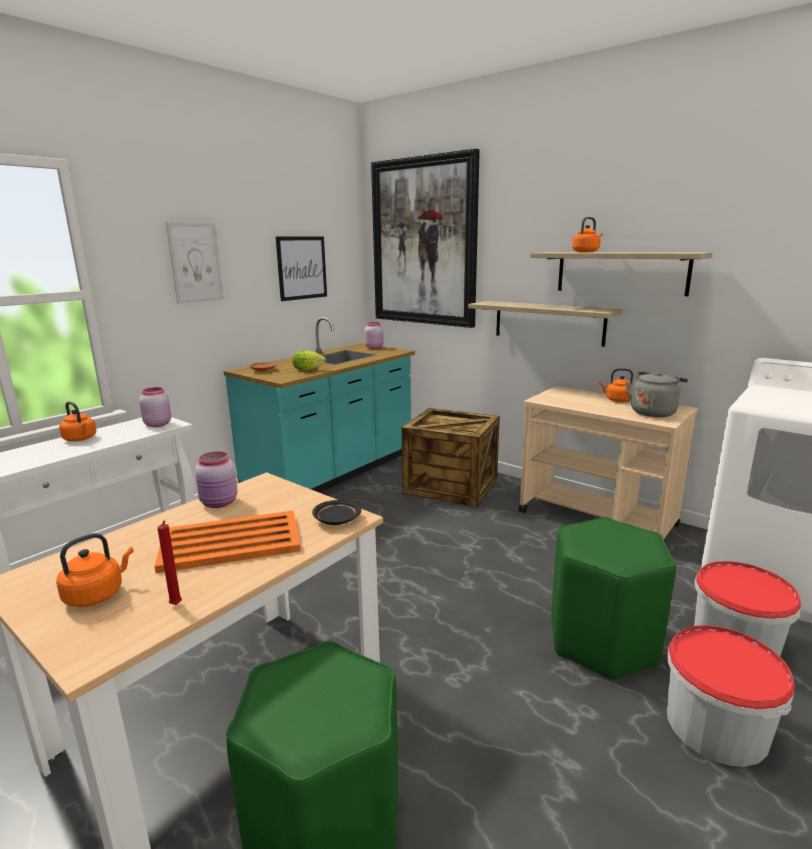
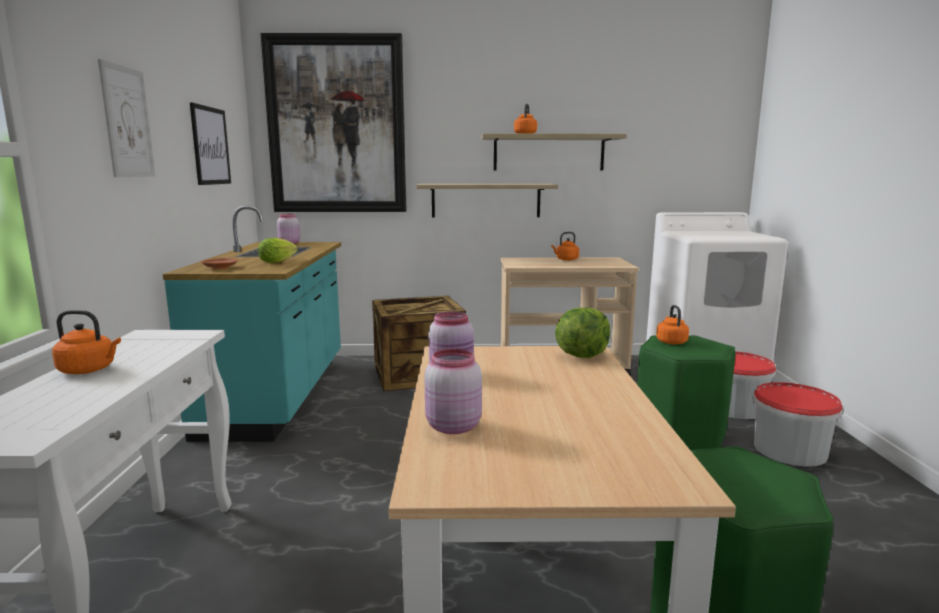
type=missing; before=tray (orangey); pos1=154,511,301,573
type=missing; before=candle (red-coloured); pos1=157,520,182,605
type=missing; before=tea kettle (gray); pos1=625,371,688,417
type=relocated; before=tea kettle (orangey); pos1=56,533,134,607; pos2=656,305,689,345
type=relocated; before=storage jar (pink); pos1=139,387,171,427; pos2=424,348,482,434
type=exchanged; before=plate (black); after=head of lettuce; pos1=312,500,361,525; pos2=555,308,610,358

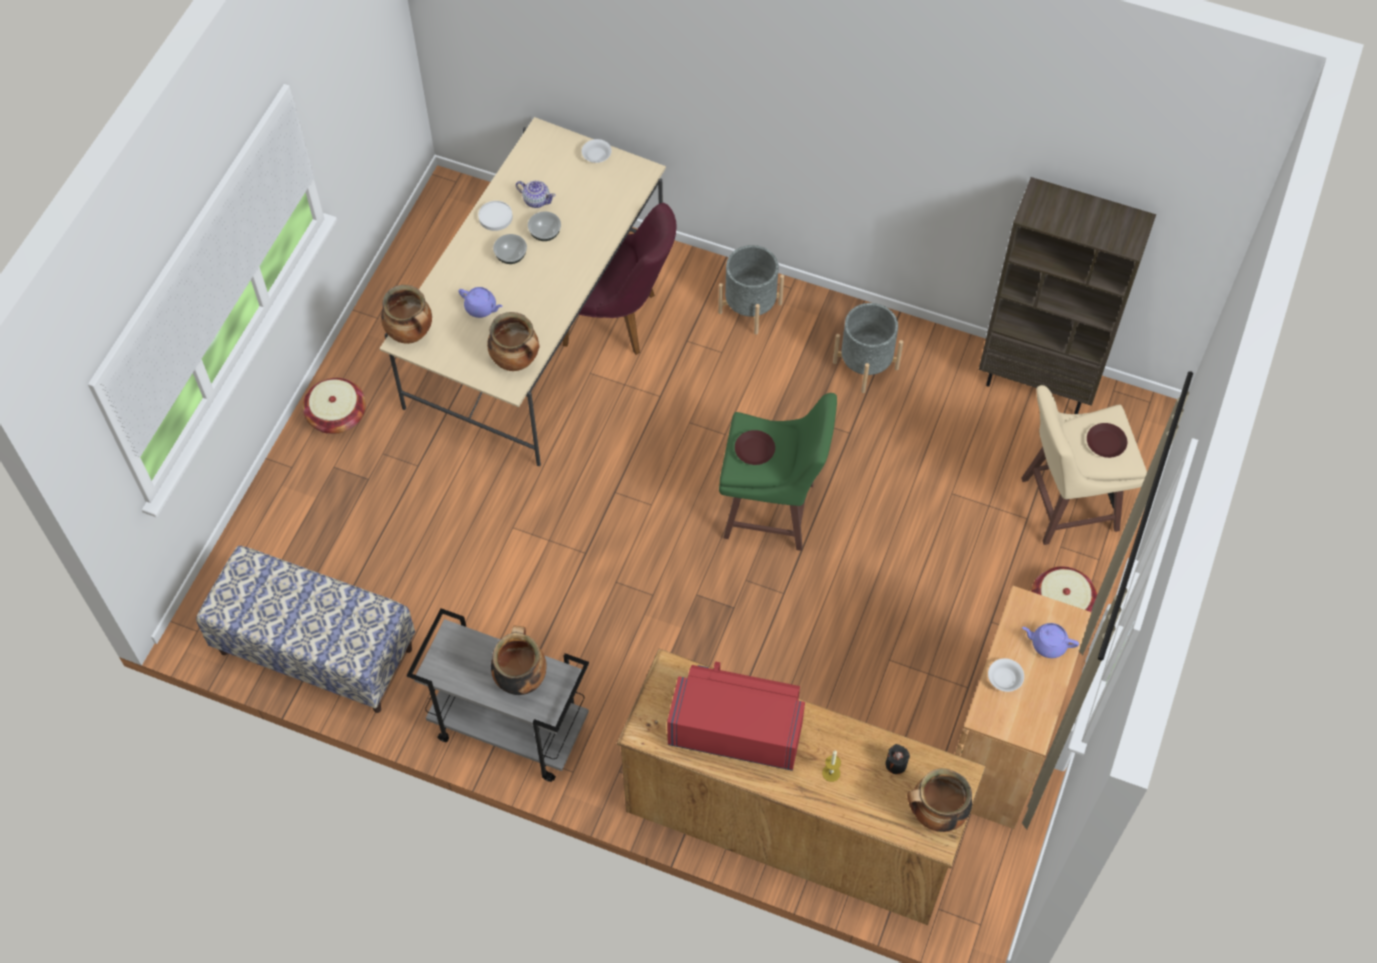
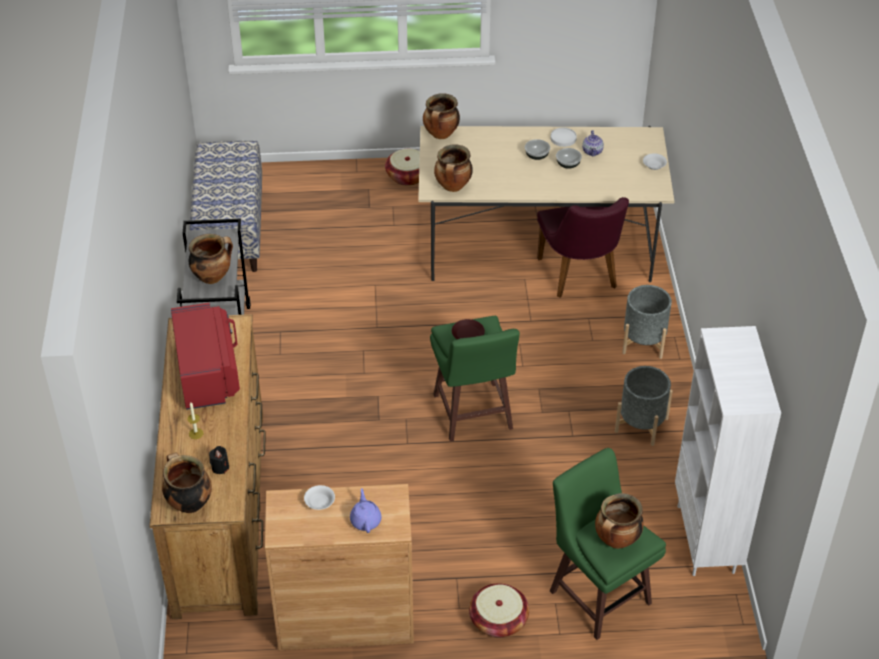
type=missing; before=teapot (purplish); pos1=458,287,503,318
type=exchanged; before=plate (brown); after=saucepot; pos1=1087,423,1127,458; pos2=595,493,644,549
type=colour; before=bookshelf (brown); after=bookshelf (white); pos1=979,177,1156,414; pos2=675,326,781,576
type=colour; before=stool seat (beige-coloured); after=stool seat (green); pos1=1021,385,1147,545; pos2=550,448,666,640

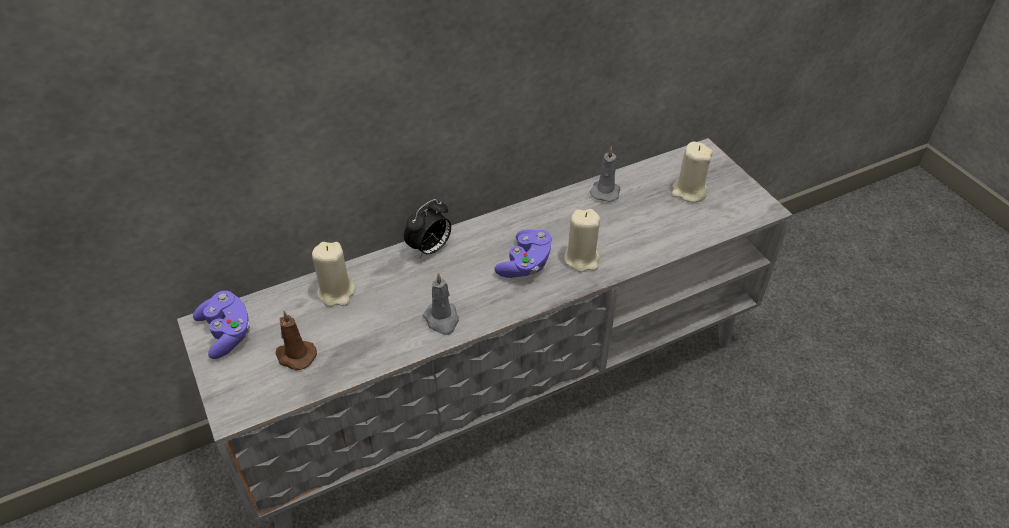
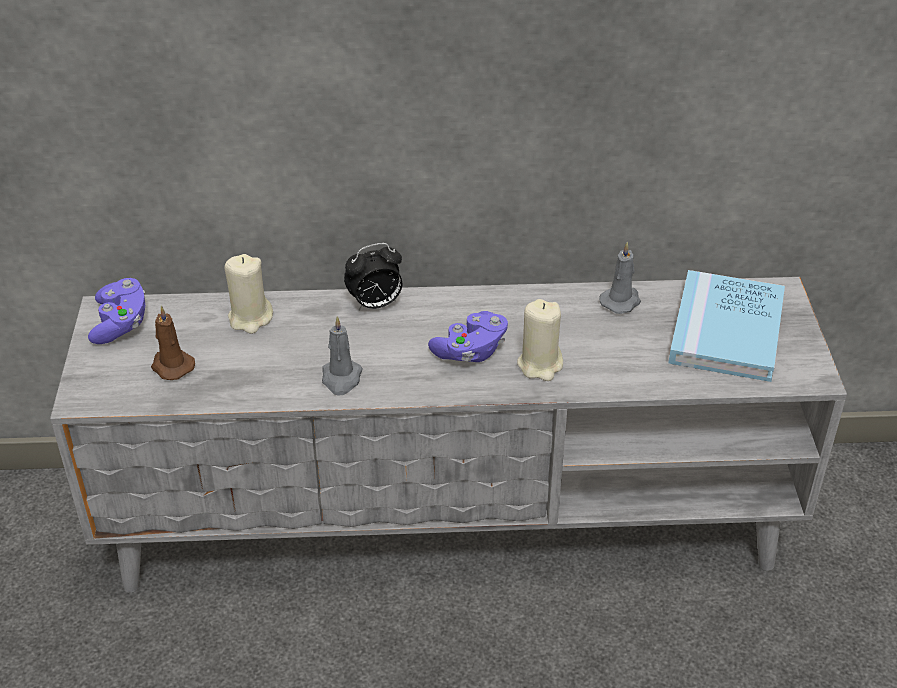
type=exchanged; before=candle (beige-coloured); after=book (blue); pos1=672,142,713,202; pos2=669,270,785,382

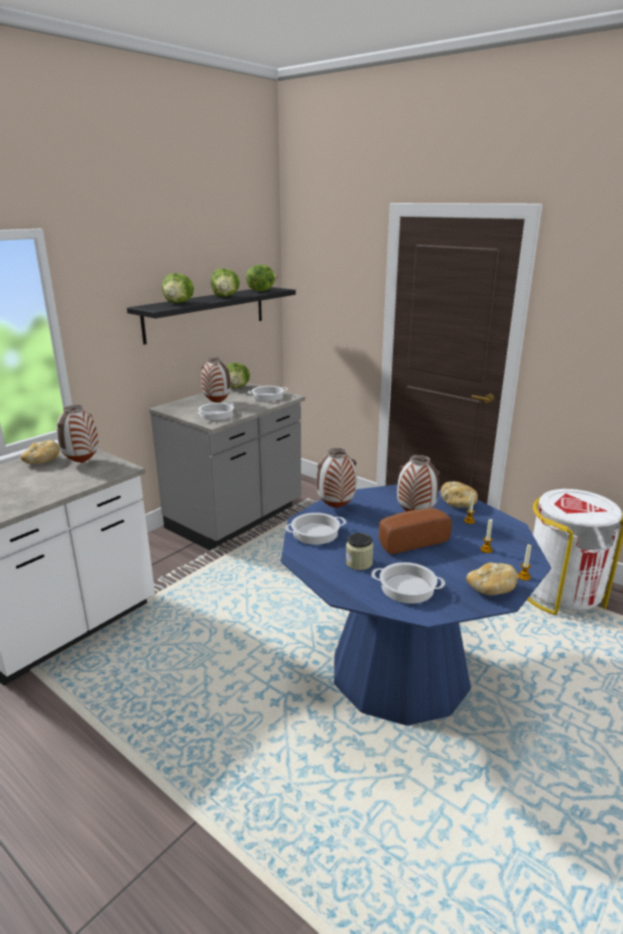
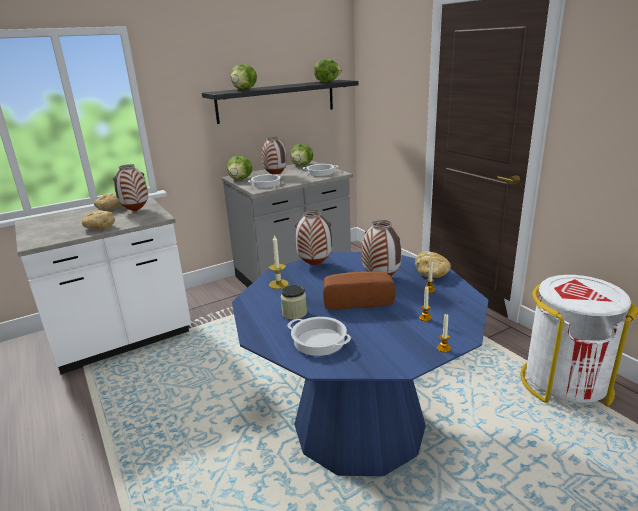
type=relocated; before=head of lettuce; pos1=211,268,240,297; pos2=227,156,252,180
type=relocated; before=bakery bread; pos1=466,563,518,595; pos2=82,210,115,229
type=exchanged; before=saucepot; after=candle; pos1=285,513,346,545; pos2=269,234,289,289

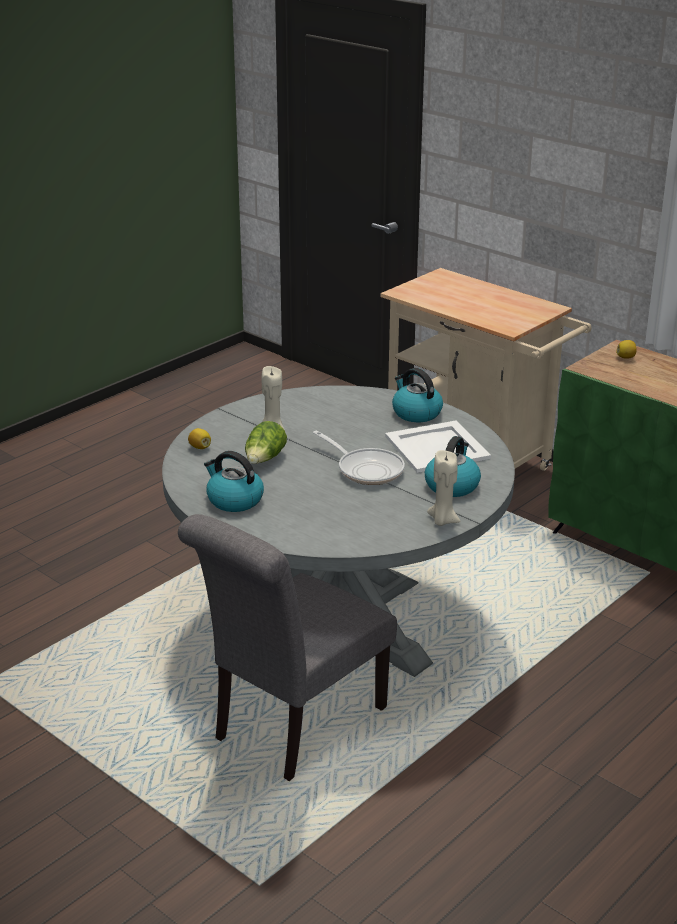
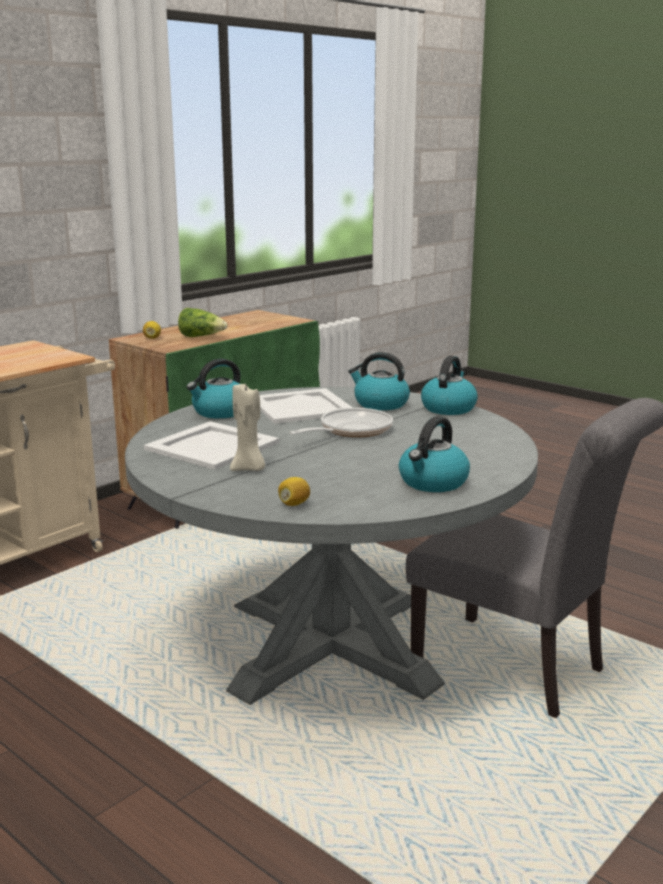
type=appeared; after=tray (white); pos2=144,421,279,470
type=relocated; before=head of lettuce; pos1=245,421,287,464; pos2=178,308,227,337
type=exchanged; before=candle (beige-coloured); after=tea kettle; pos1=427,450,461,526; pos2=421,356,478,415

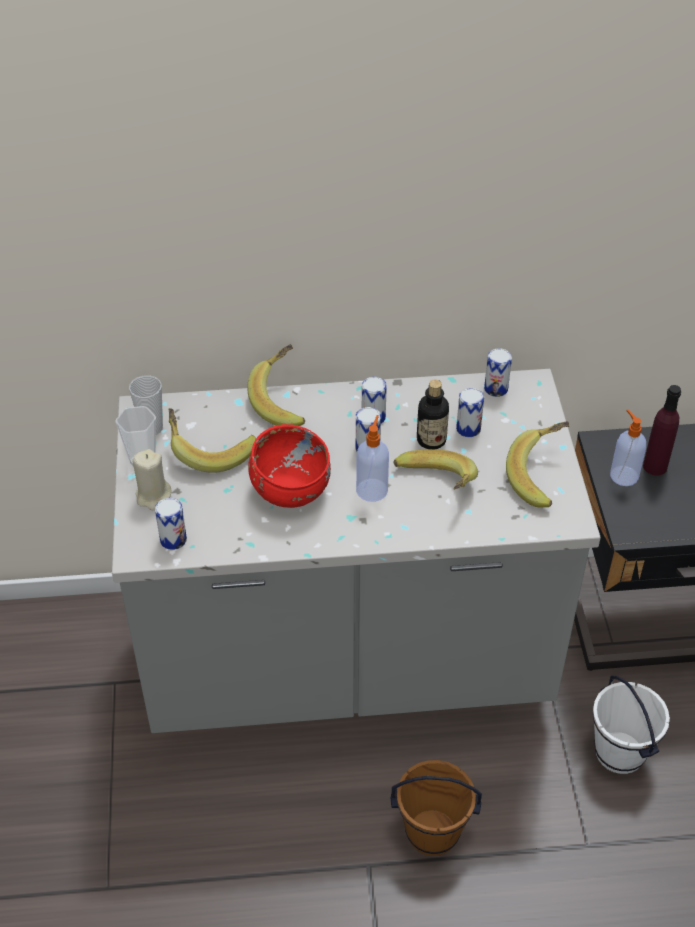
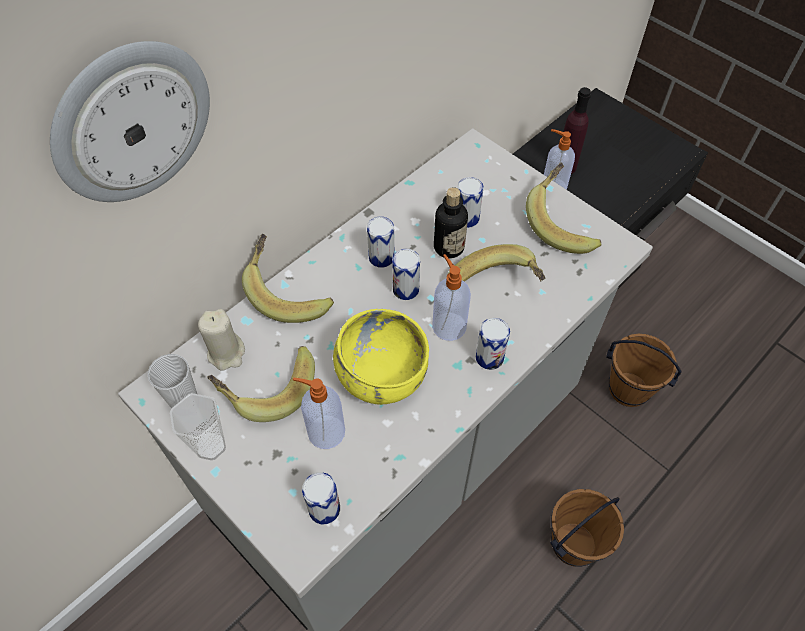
type=appeared; after=hanging clock; pos2=50,41,210,202
type=appeared; after=soap dispenser; pos2=293,377,345,449
type=relocated; before=candle (beige-coloured); pos1=132,449,172,510; pos2=198,309,245,370
type=relocated; before=can; pos1=484,348,512,397; pos2=476,318,510,370
type=colour; before=deep dish (red-coloured); after=deep dish (yellow-coloured); pos1=248,424,331,508; pos2=333,309,429,405
type=colour; before=bucket (white); after=bucket (brown); pos1=593,675,670,774; pos2=606,334,682,407

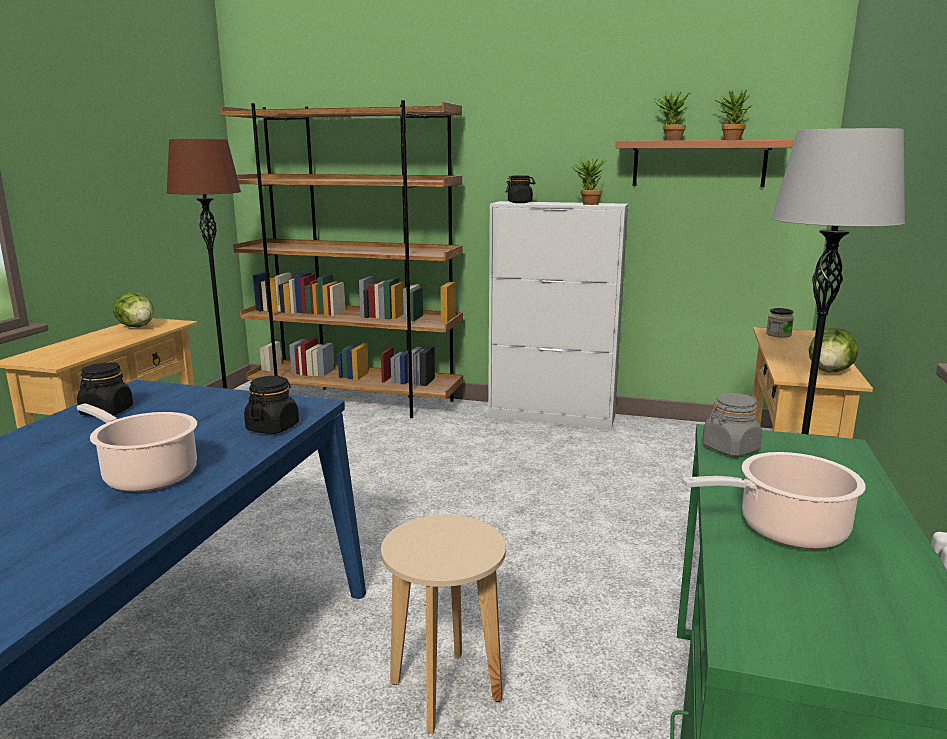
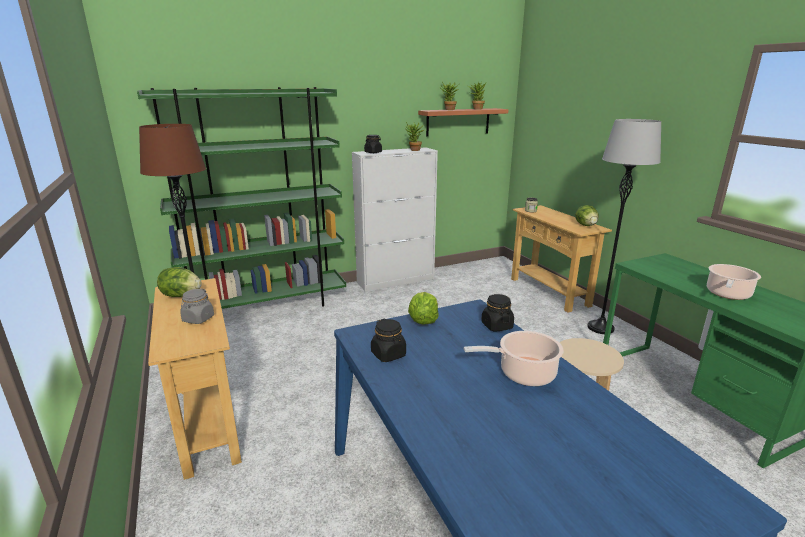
type=appeared; after=head of lettuce; pos2=408,292,439,325
type=relocated; before=storage jar (gray); pos1=702,393,762,456; pos2=180,288,214,324
type=colour; before=bookshelf (brown); after=bookshelf (green); pos1=220,100,463,418; pos2=137,87,346,309

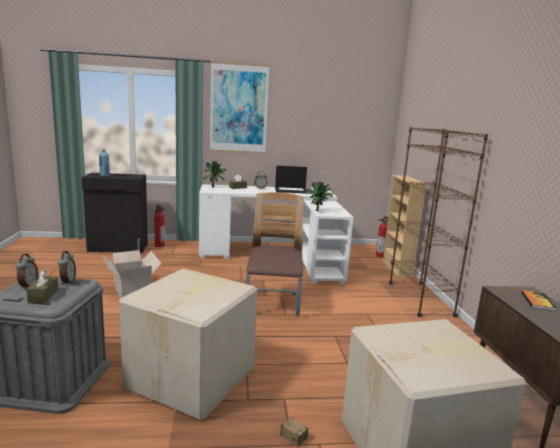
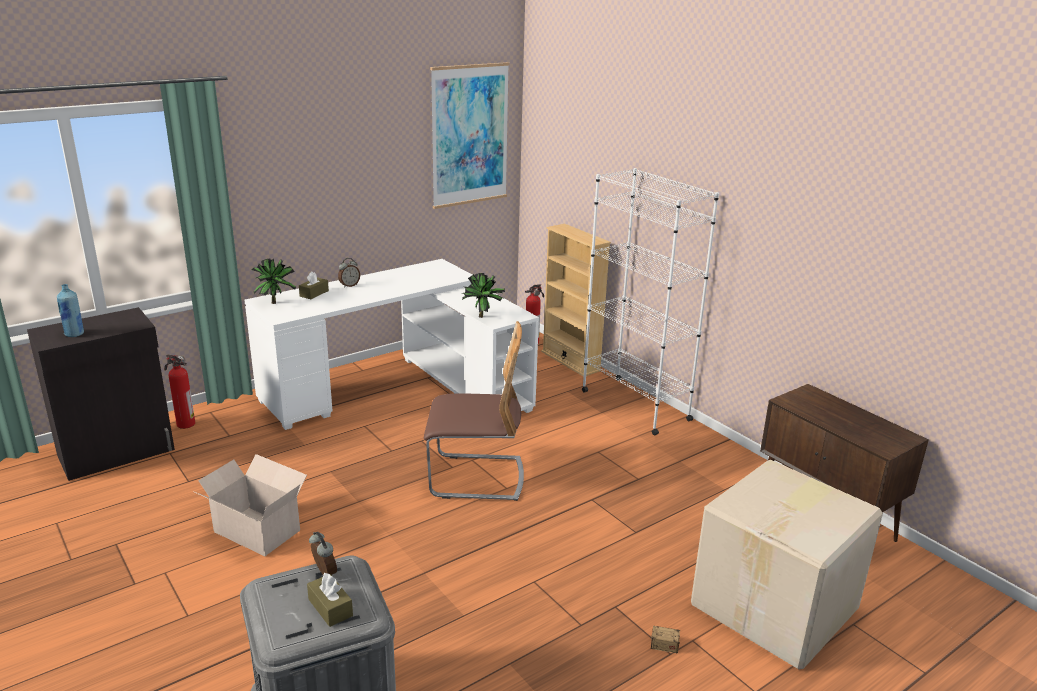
type=missing; before=bedside clock; pos1=16,254,38,290
type=missing; before=carton; pos1=119,268,257,420
type=missing; before=notebook computer; pos1=275,166,308,193
type=missing; before=book; pos1=521,290,556,311
type=relocated; before=wall picture; pos1=210,61,269,154; pos2=430,62,510,209
type=colour; before=bookshelf (brown); after=bookshelf (white); pos1=389,127,488,317; pos2=582,168,719,435
type=spun; before=chair; pos1=246,192,304,316; pos2=424,321,524,501; turn=120

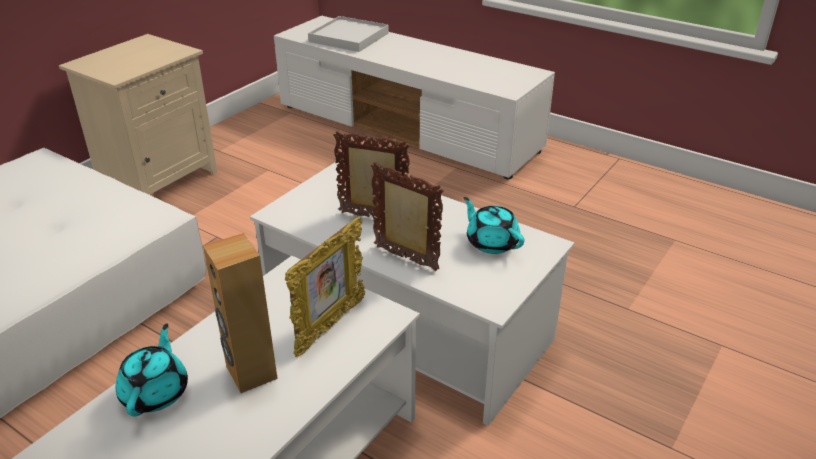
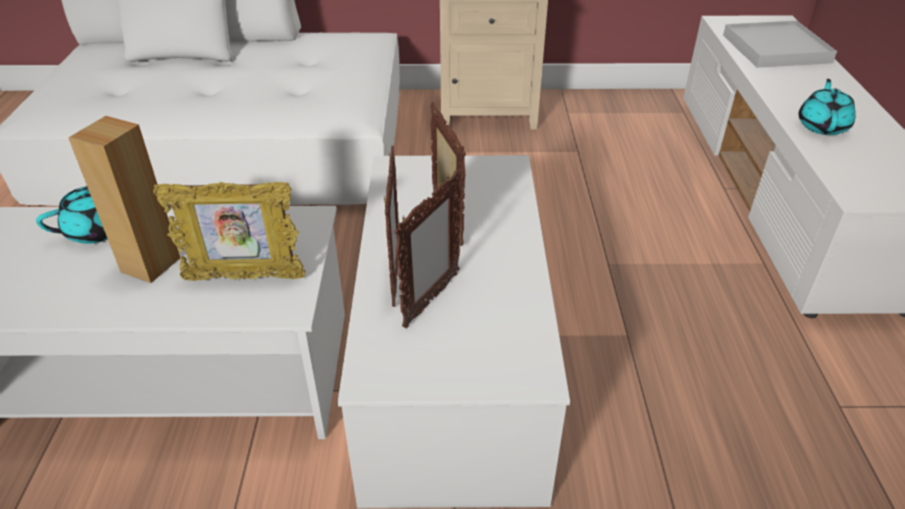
type=appeared; after=picture frame; pos2=394,170,461,328
type=relocated; before=teapot (blue-green); pos1=463,197,524,254; pos2=798,79,856,135

